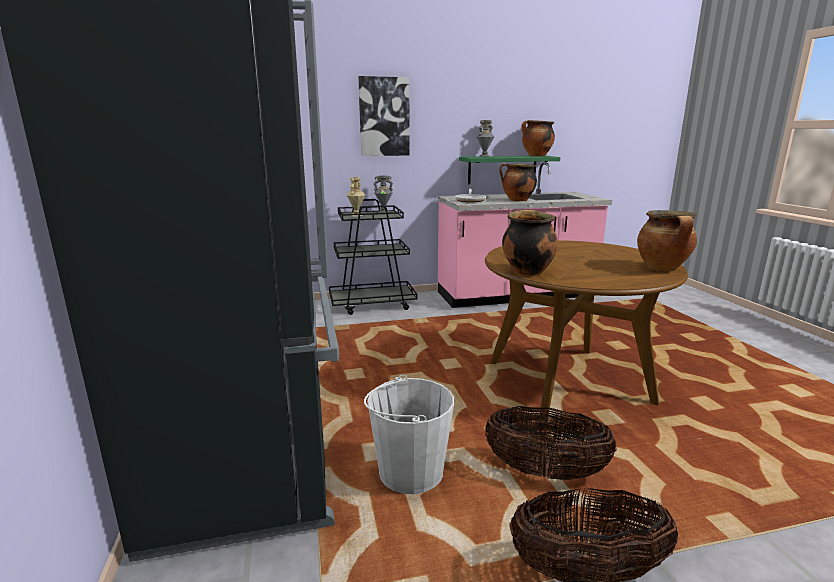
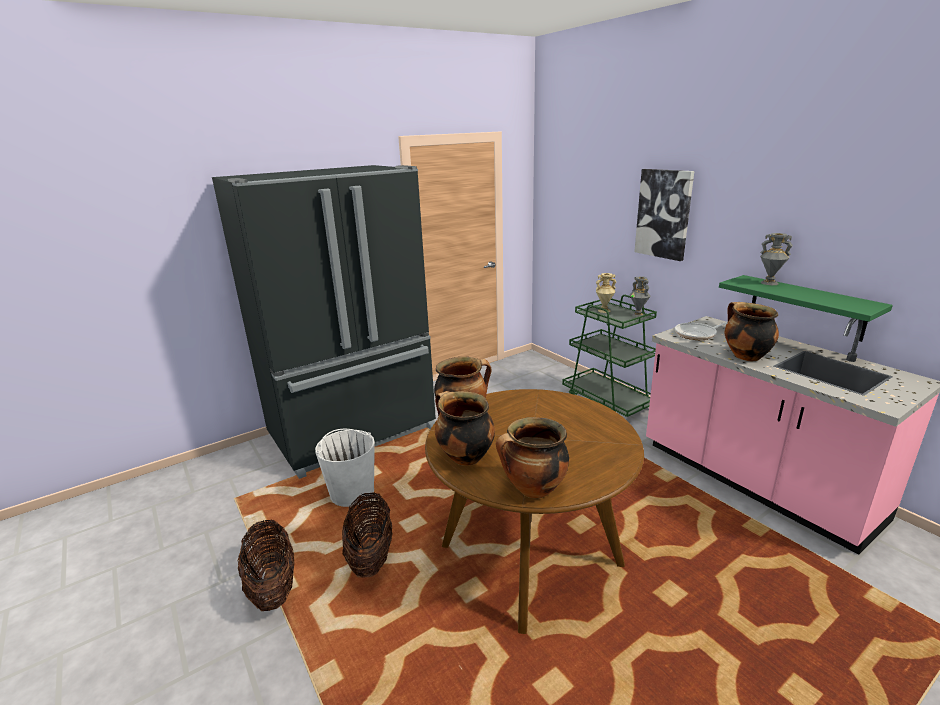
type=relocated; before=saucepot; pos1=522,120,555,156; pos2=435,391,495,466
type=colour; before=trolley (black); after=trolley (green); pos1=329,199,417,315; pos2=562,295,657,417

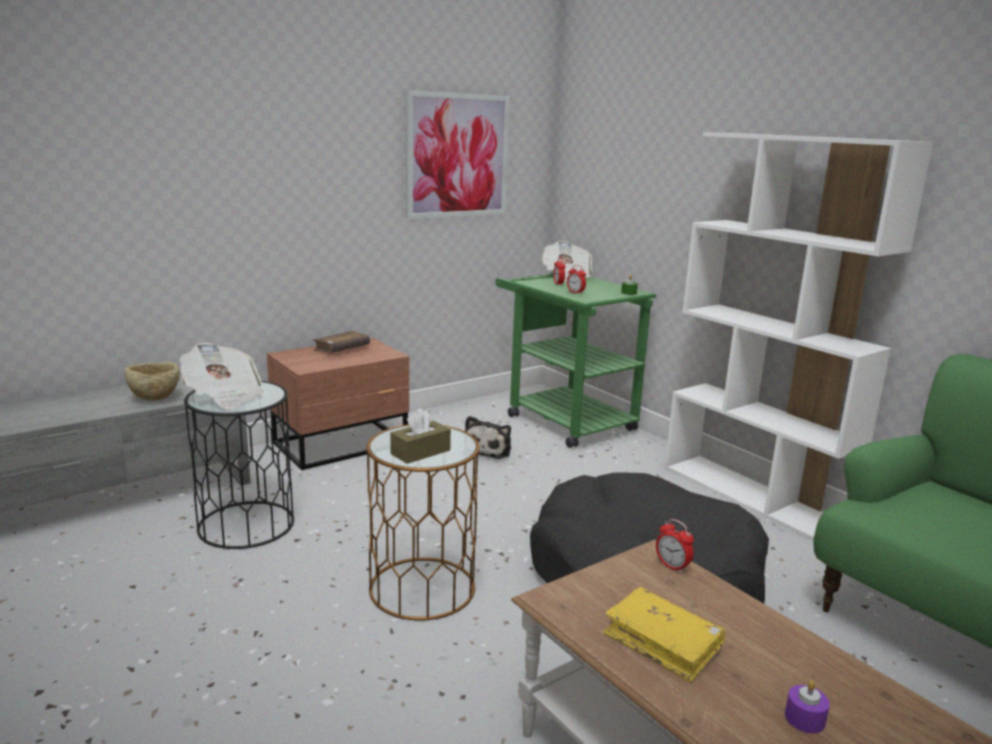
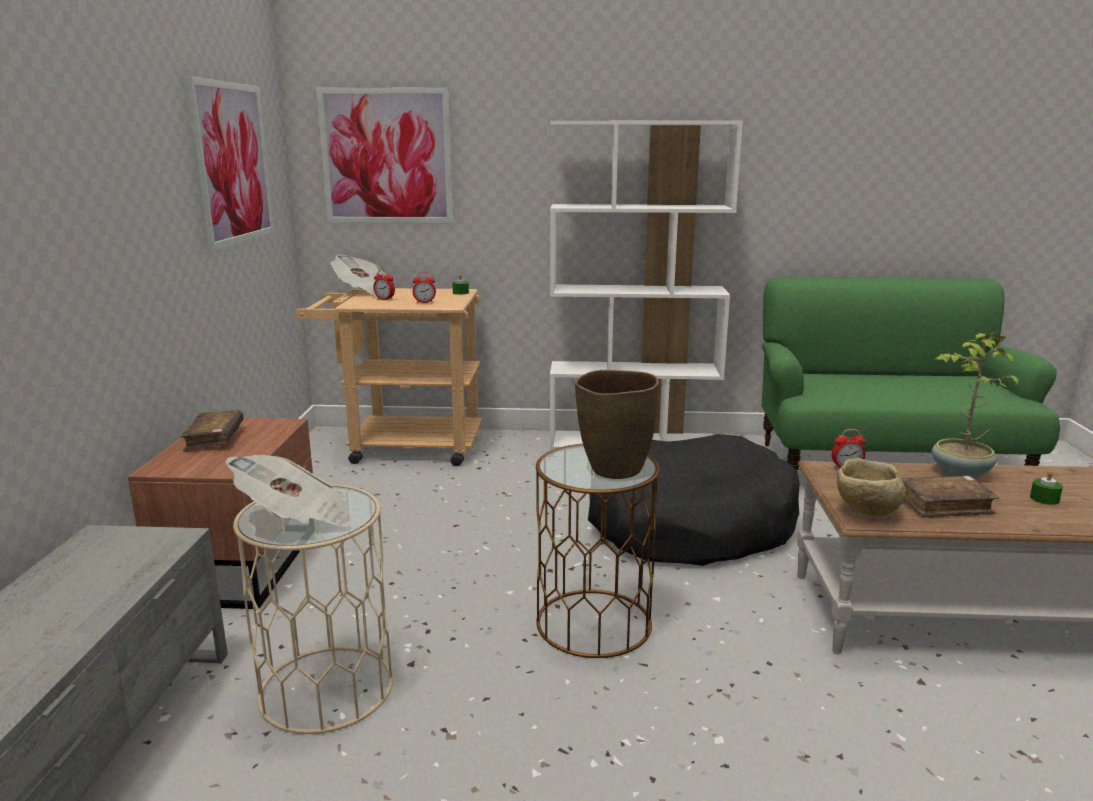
type=missing; before=cuddly toy; pos1=465,416,511,459
type=appeared; after=wall picture; pos2=316,87,453,223
type=appeared; after=houseplant; pos2=932,332,1019,478
type=relocated; before=deep dish (beige-coloured); pos1=124,361,180,401; pos2=837,458,906,516
type=exchanged; before=tissue box (brown); after=vase (brown); pos1=390,408,451,464; pos2=575,370,659,479
type=colour; before=end table (black); after=end table (beige-coloured); pos1=184,381,294,549; pos2=233,484,393,734
type=colour; before=trolley (green); after=trolley (beige-coloured); pos1=495,272,656,448; pos2=295,288,482,466
type=colour; before=book (yellow-coloured); after=book (brown); pos1=603,587,725,683; pos2=902,475,999,518
type=colour; before=candle (purplish); after=candle (green); pos1=785,681,830,733; pos2=1030,471,1063,505

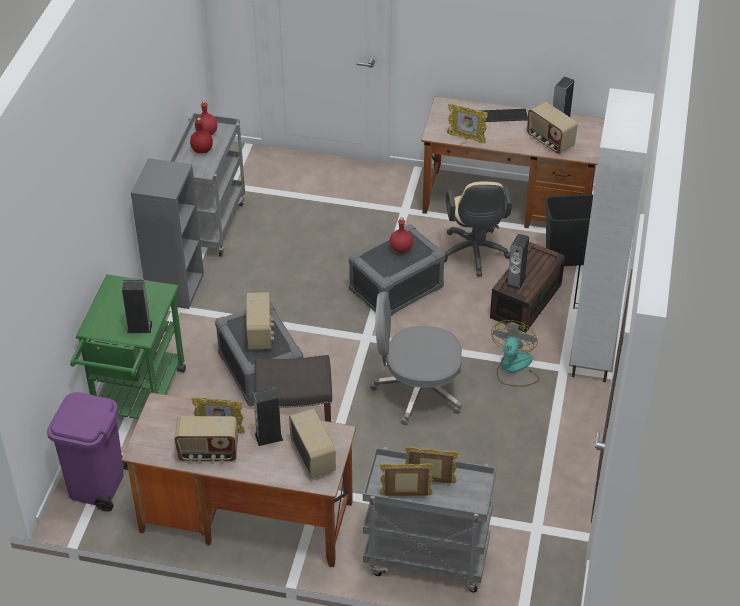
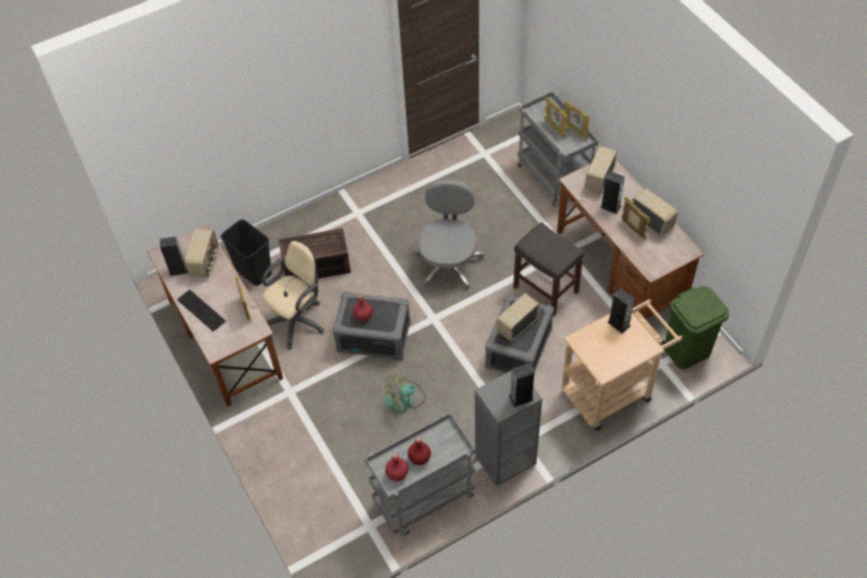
type=missing; before=cupboard (white); pos1=570,88,655,382
type=relocated; before=fan; pos1=491,320,539,387; pos2=384,374,426,413
type=relocated; before=audio speaker; pos1=506,234,529,290; pos2=509,363,534,407
type=colour; before=trash can (purplish); after=trash can (green); pos1=47,392,128,512; pos2=662,286,729,369
type=colour; before=trolley (green); after=trolley (beige-coloured); pos1=70,274,186,419; pos2=561,299,683,431
type=spun; before=desk chair (gray); pos1=370,292,462,425; pos2=414,180,484,290; turn=-135

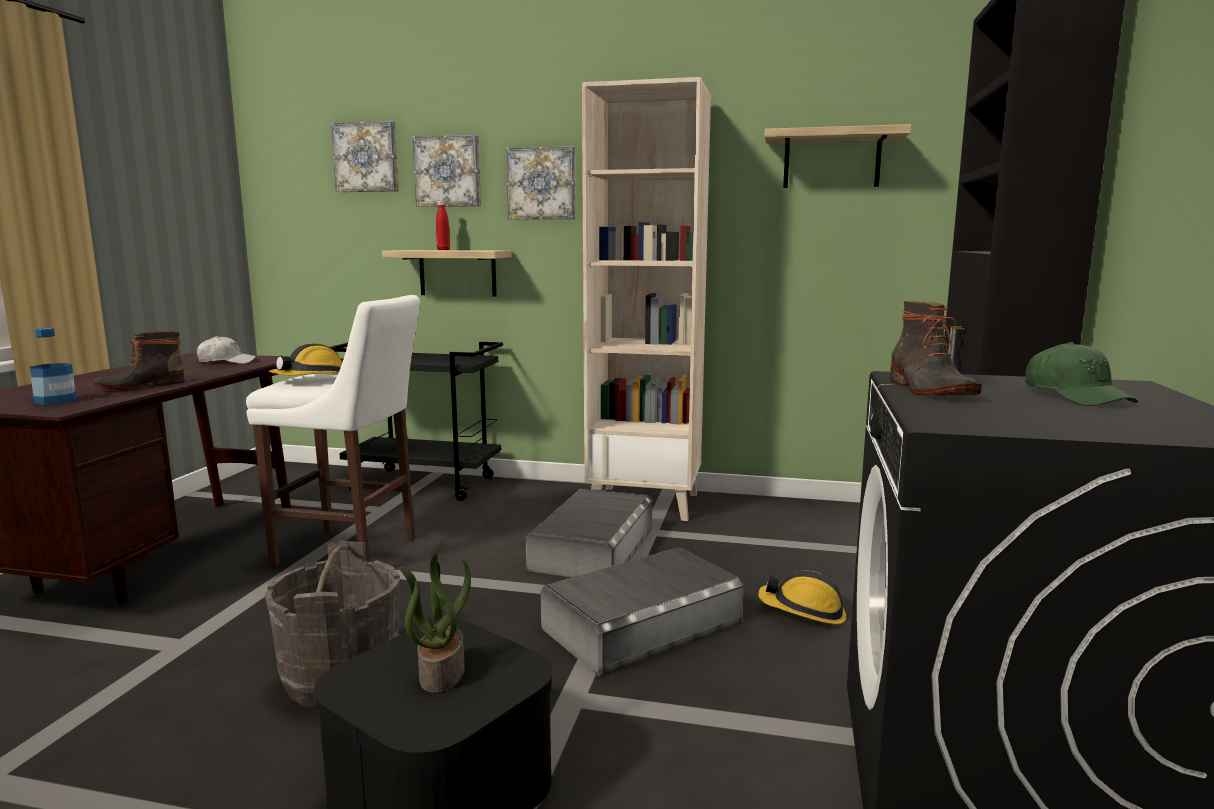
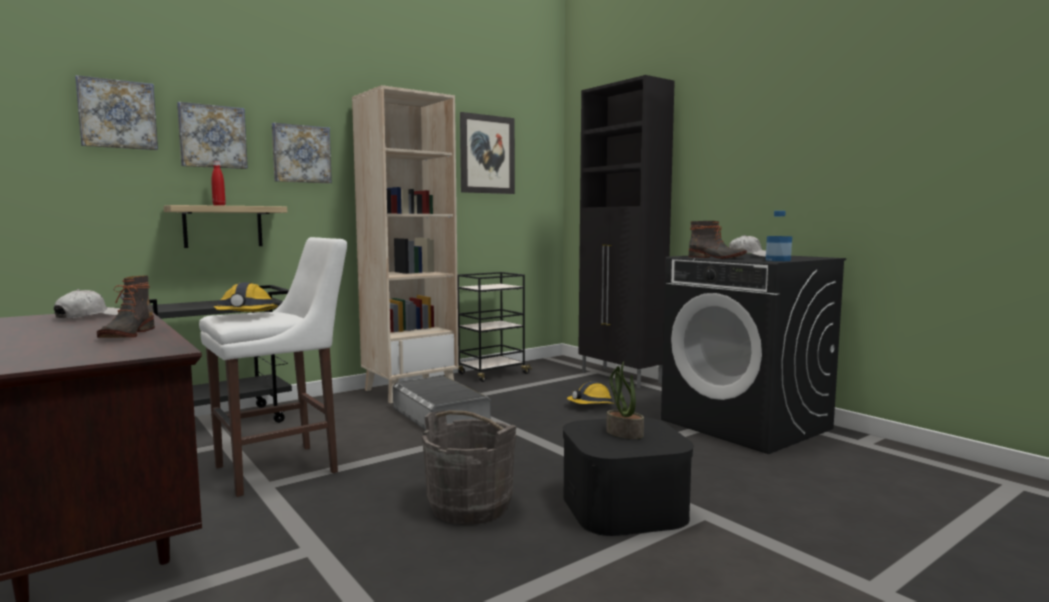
type=missing; before=storage container (gray); pos1=540,547,744,676
type=appeared; after=trolley (black); pos2=457,272,532,382
type=relocated; before=bottle; pos1=30,328,76,405; pos2=766,211,792,261
type=exchanged; before=shelf; after=wall picture; pos1=764,124,911,188; pos2=460,112,515,194
type=colour; before=peaked cap (green); after=peaked cap (white); pos1=1025,342,1138,406; pos2=729,235,766,257

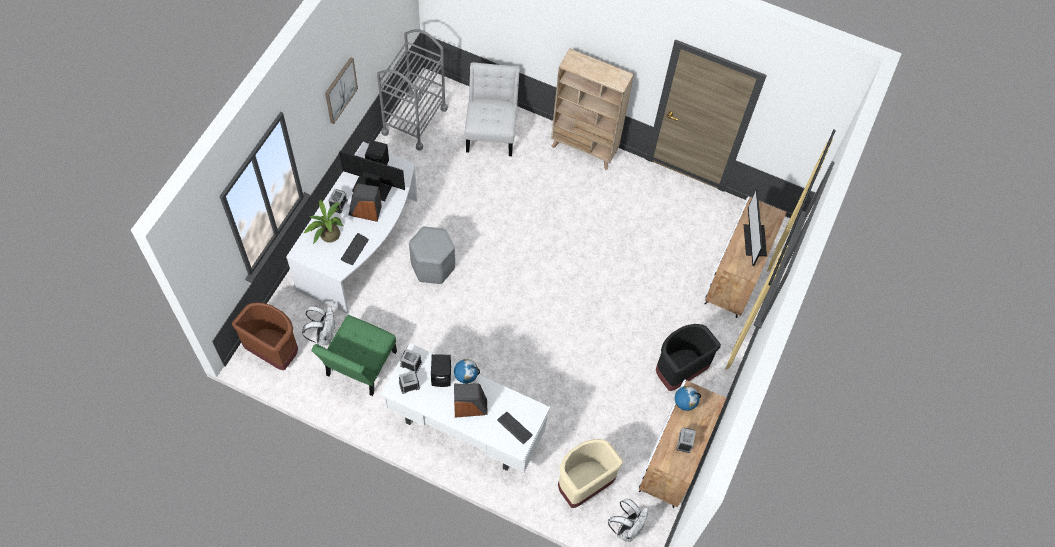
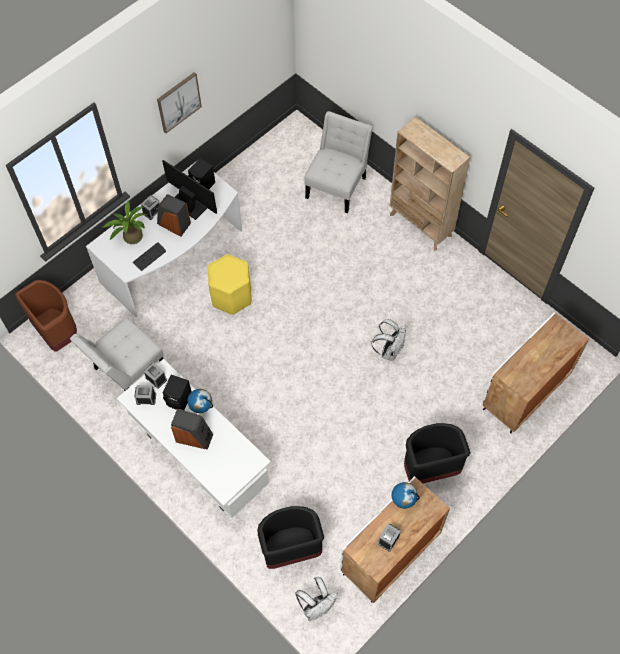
type=missing; before=trolley (gray); pos1=377,29,448,151
type=missing; before=computer keyboard; pos1=497,412,533,444
type=missing; before=computer display; pos1=744,189,767,266
type=relocated; before=backpack (white); pos1=302,306,335,345; pos2=371,319,406,361
type=colour; before=chair (green); after=chair (white); pos1=312,315,397,396; pos2=70,317,164,391
type=colour; before=stool seat (gray); after=stool seat (yellow-coloured); pos1=409,226,455,284; pos2=208,254,252,315
type=colour; before=trash can (beige-coloured); after=trash can (black); pos1=558,439,623,508; pos2=257,506,324,569

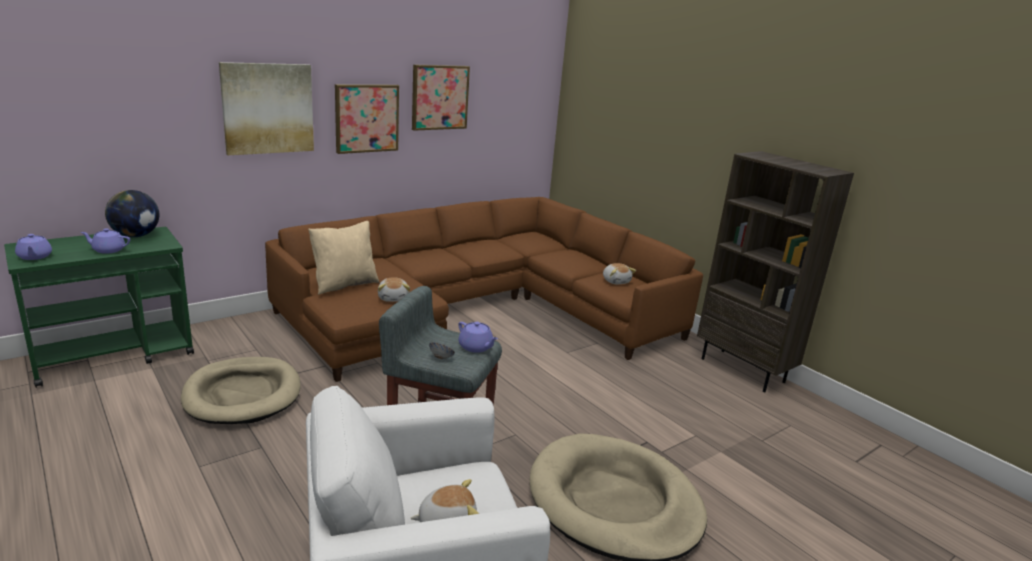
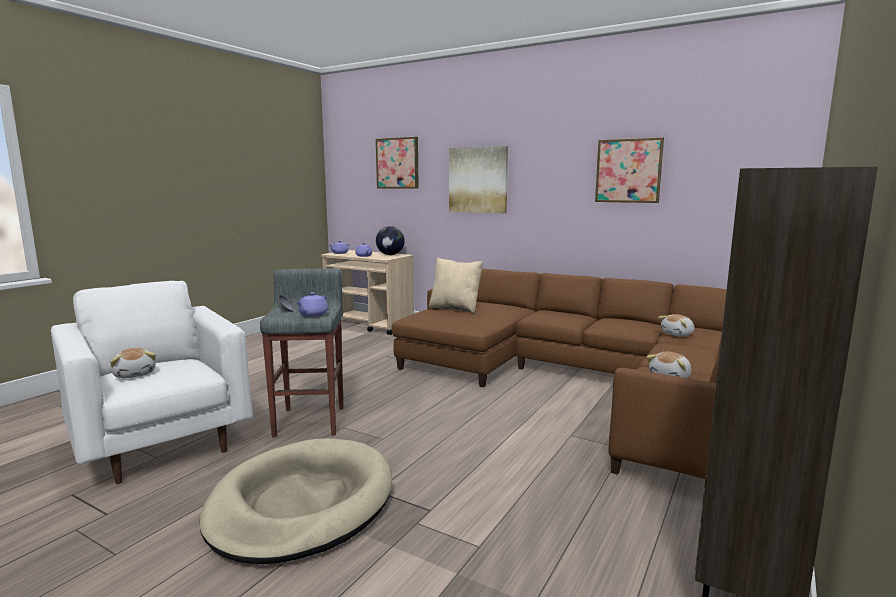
type=missing; before=dog bed (beige-coloured); pos1=181,357,301,424
type=relocated; before=wall picture; pos1=335,84,399,154; pos2=376,137,419,189
type=relocated; before=cuddly toy; pos1=378,277,410,302; pos2=658,314,694,337
type=colour; before=trolley (green); after=trolley (beige-coloured); pos1=4,227,194,388; pos2=321,250,414,335

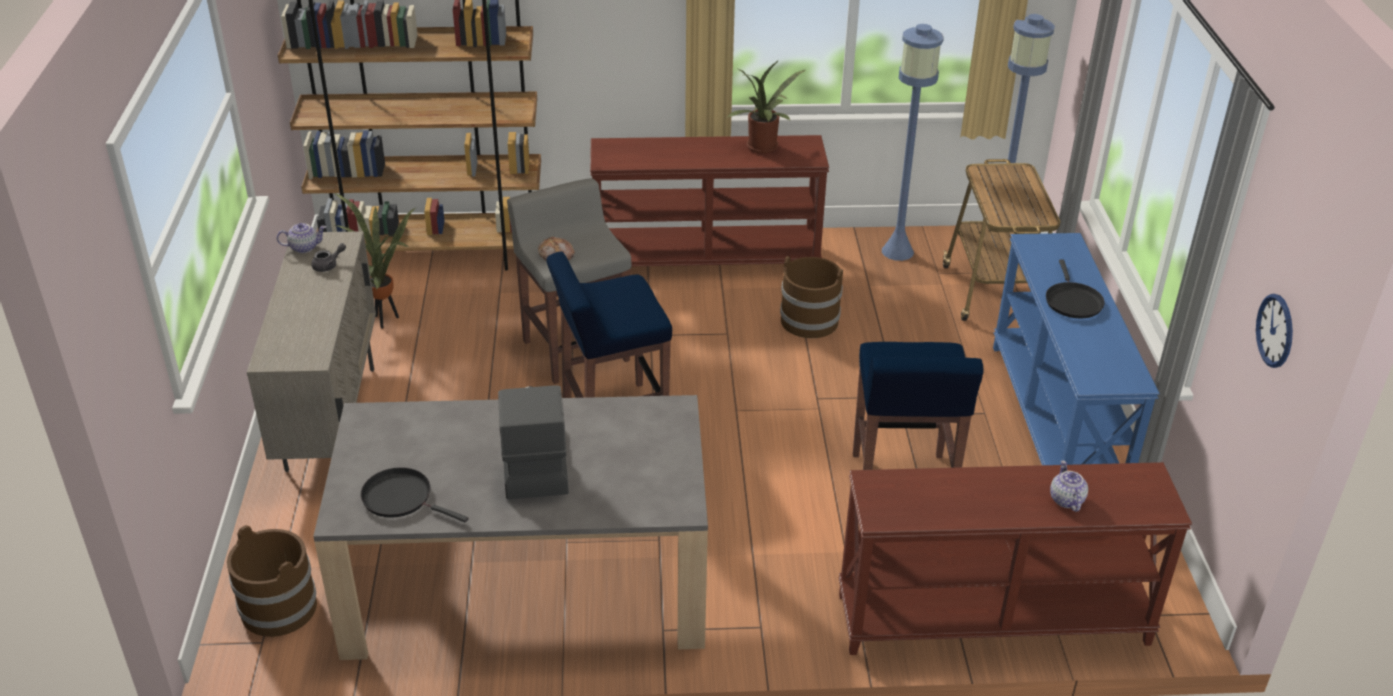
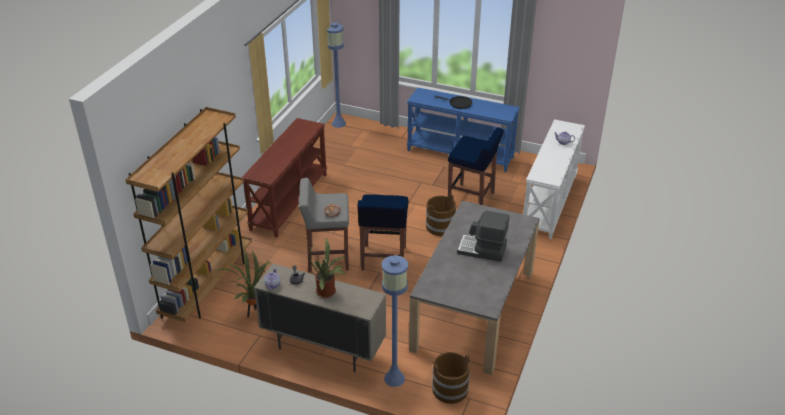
type=missing; before=skillet (black); pos1=360,467,468,523
type=missing; before=trolley; pos1=943,159,1060,321
type=missing; before=hanging clock; pos1=1256,294,1293,368
type=relocated; before=houseplant; pos1=727,60,805,153; pos2=309,238,346,298
type=relocated; before=bucket (brown); pos1=780,256,843,338; pos2=426,194,456,236
type=relocated; before=floor lamp (blue); pos1=882,24,944,261; pos2=381,256,408,387
type=colour; before=console table (brown); after=console table (white); pos1=838,462,1192,655; pos2=523,119,585,239

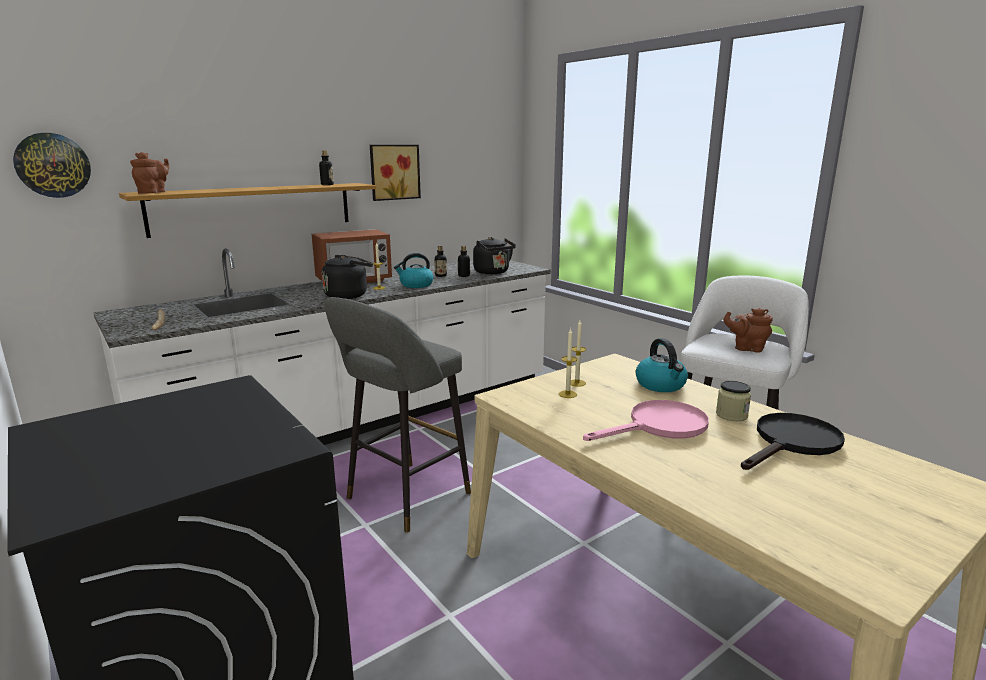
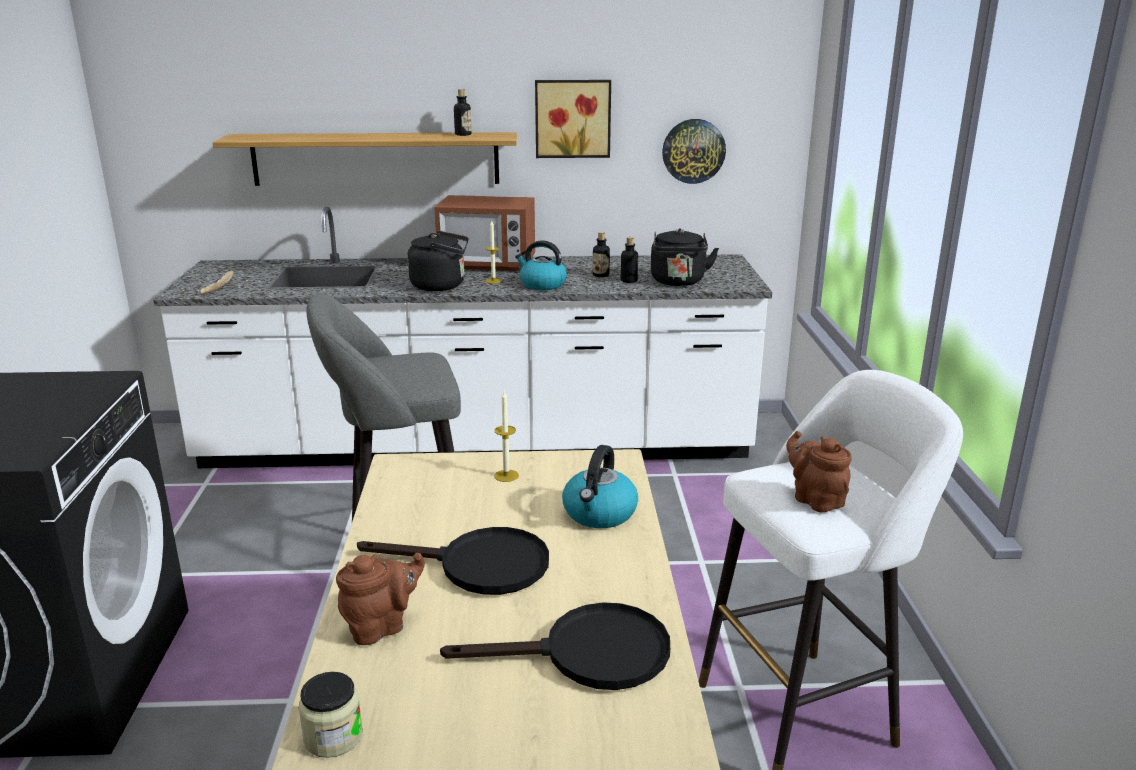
type=missing; before=candle; pos1=559,328,577,398
type=relocated; before=hanging clock; pos1=13,133,91,198; pos2=662,119,726,184
type=relocated; before=teapot (brown); pos1=130,152,169,194; pos2=336,553,425,645
type=relocated; before=storage jar; pos1=716,381,751,421; pos2=299,672,362,758
type=colour; before=skillet (pink); after=skillet (black); pos1=583,400,709,441; pos2=357,527,549,595

